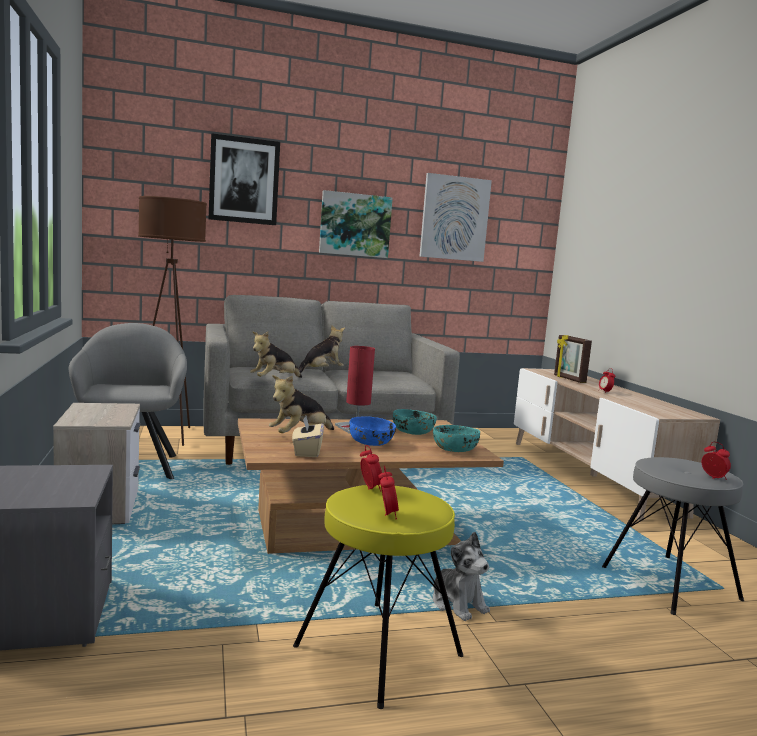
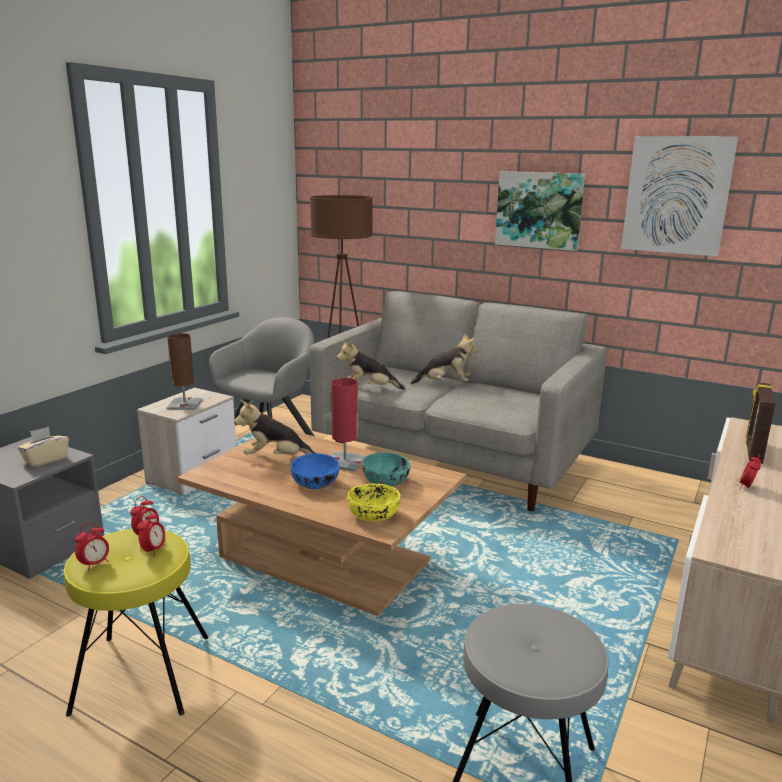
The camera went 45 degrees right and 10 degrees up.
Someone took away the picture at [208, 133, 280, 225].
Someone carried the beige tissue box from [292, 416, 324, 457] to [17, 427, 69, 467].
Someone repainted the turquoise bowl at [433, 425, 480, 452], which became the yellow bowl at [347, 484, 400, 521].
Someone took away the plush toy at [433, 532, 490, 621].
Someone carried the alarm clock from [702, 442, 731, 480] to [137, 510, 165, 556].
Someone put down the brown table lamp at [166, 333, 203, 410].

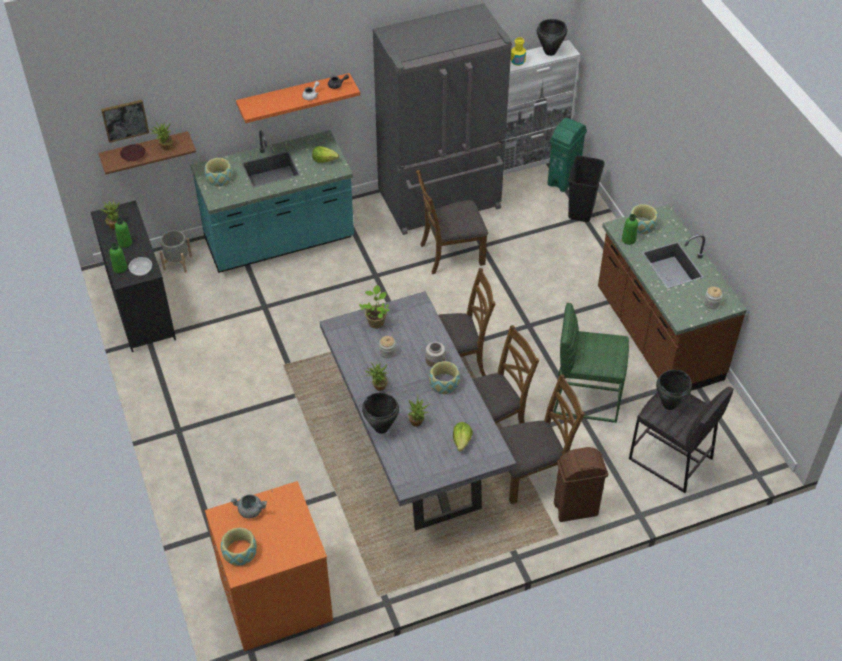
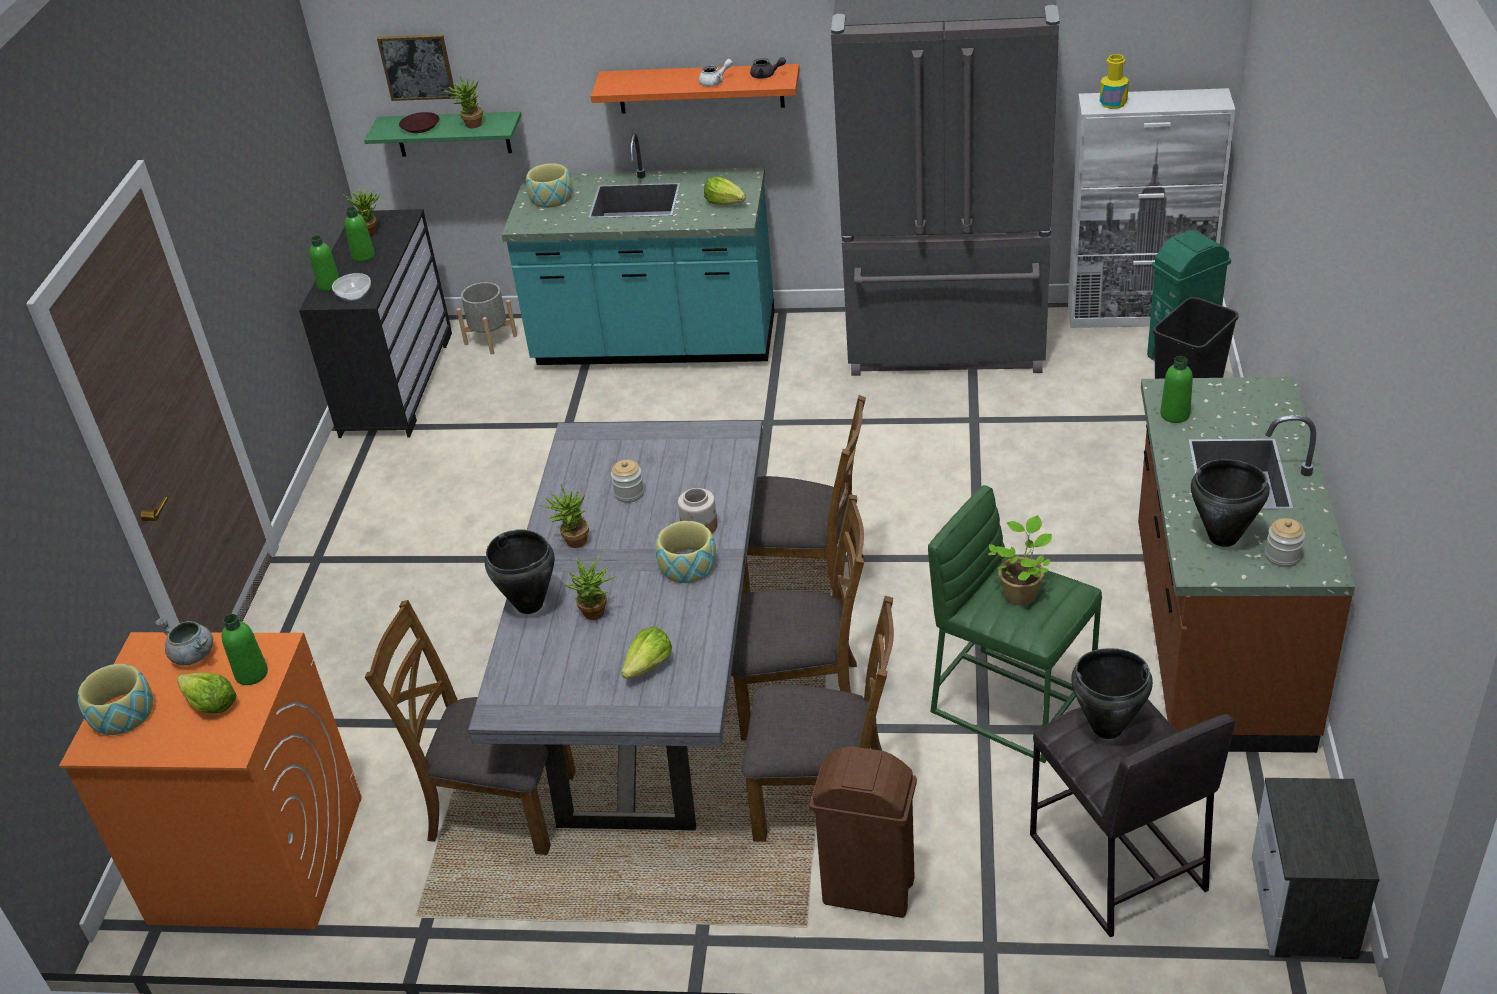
The camera went 30 degrees right and 10 degrees down.
Someone repainted the brown shelf at [98, 131, 196, 175], which became the green shelf at [364, 112, 521, 157].
Someone carried the potted plant from [359, 285, 390, 329] to [988, 515, 1052, 606].
Someone carried the brown chair from [416, 170, 488, 274] to [365, 600, 576, 855].
Someone carried the black cooking pot from [537, 19, 567, 56] to [1191, 459, 1270, 547].
Someone took away the bowl at [629, 204, 658, 234].
Someone put down the lettuce at [177, 673, 236, 714].
Someone put down the green bottle at [221, 614, 268, 685].
Someone put down the nightstand at [1252, 778, 1380, 959].

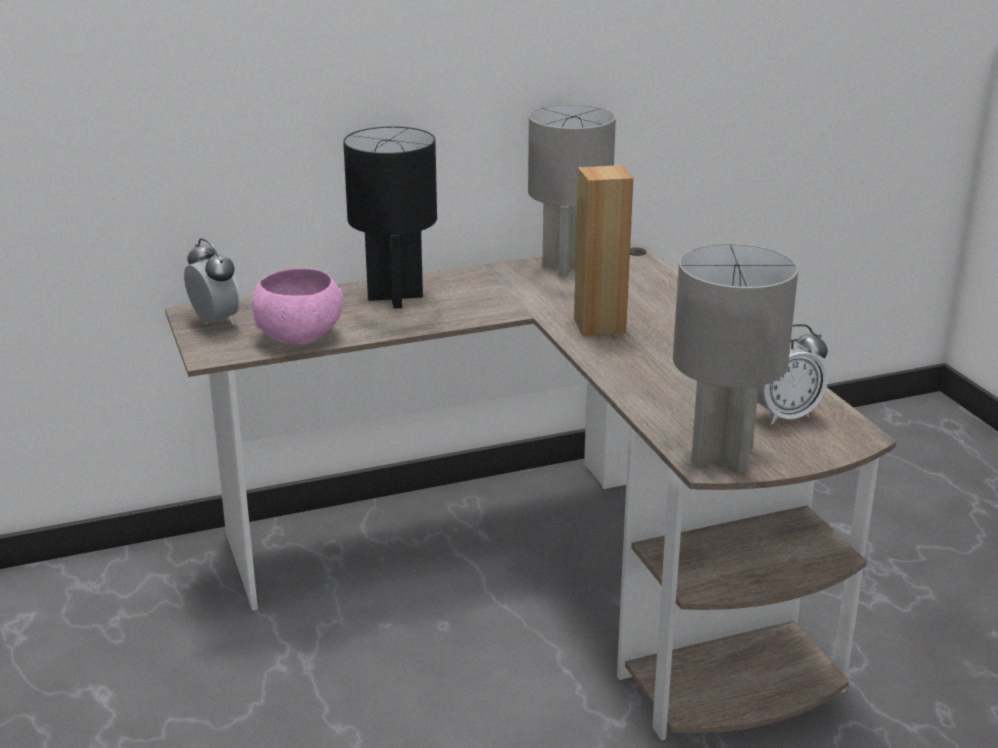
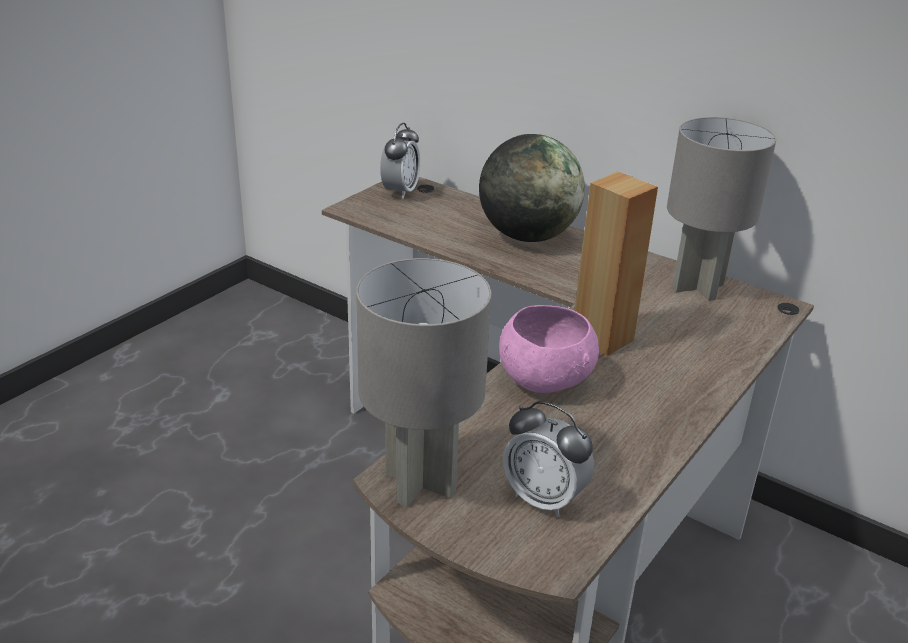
The camera went 55 degrees right and 5 degrees up.
Someone carried the pink bowl from [252, 268, 343, 344] to [499, 305, 599, 393].
Someone swapped the black table lamp at [343, 126, 437, 309] for the globe at [479, 134, 585, 242].

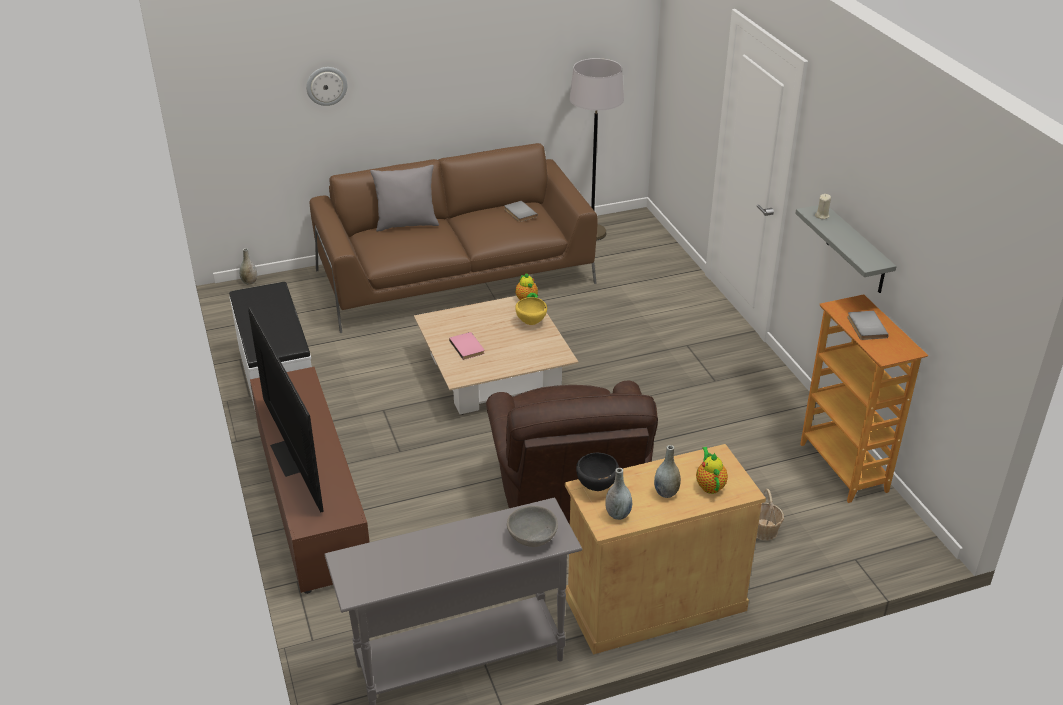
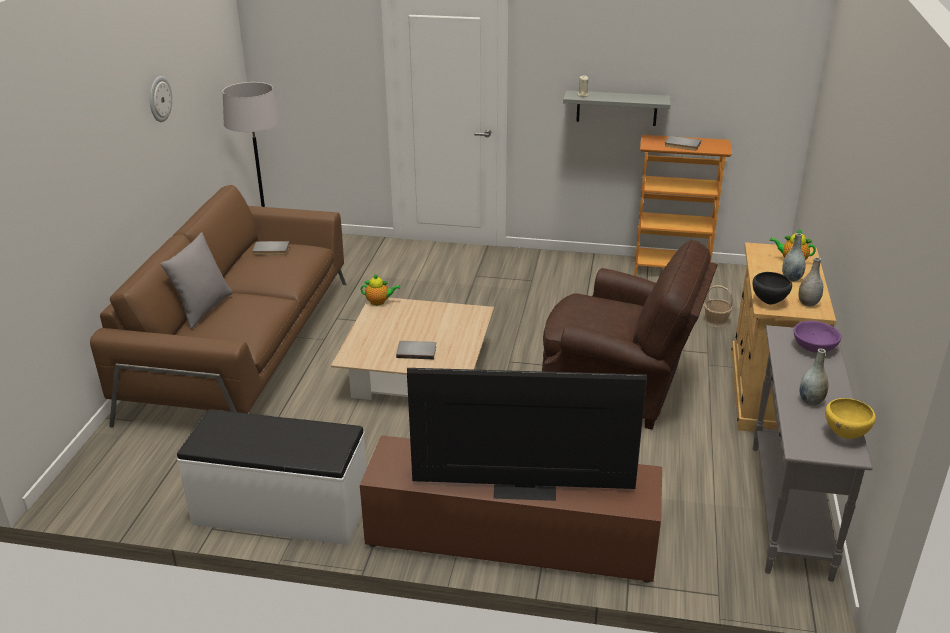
The camera went 60 degrees left and 5 degrees down.
Someone carried the grey vase from [239, 248, 257, 285] to [799, 349, 829, 406].
Someone carried the wall clock from [306, 67, 348, 106] to [150, 76, 172, 122].
Someone repainted the pink book at [449, 332, 485, 360], which became the grey book at [396, 341, 437, 359].
Someone repainted the grey bowl at [507, 506, 558, 547], which became the purple bowl at [794, 321, 841, 353].
Someone carried the yellow bowl from [515, 297, 547, 325] to [825, 398, 876, 439].

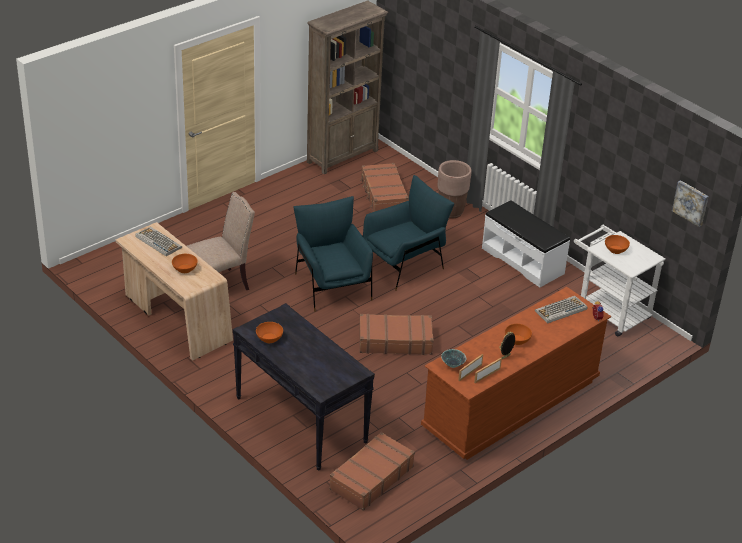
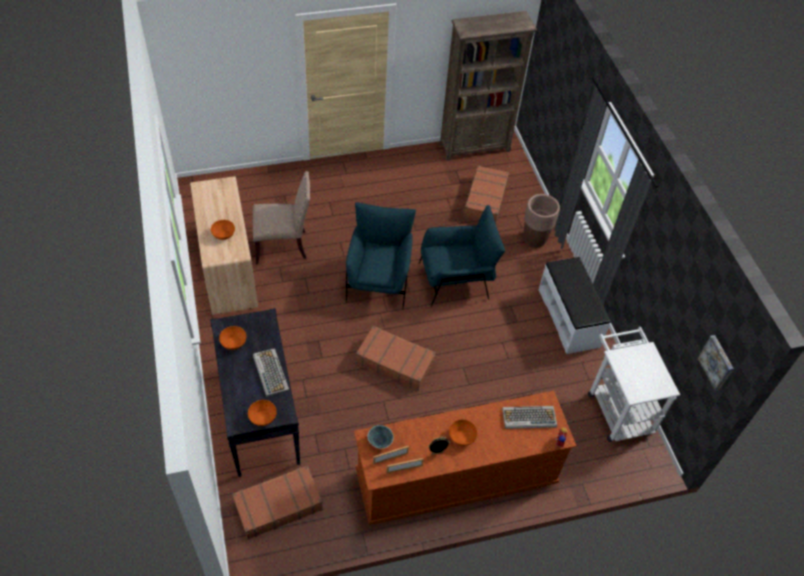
The camera went 25 degrees right and 15 degrees up.
Someone carried the keyboard from [135, 227, 182, 256] to [253, 348, 289, 397].
Someone carried the orange bowl from [605, 235, 630, 254] to [248, 400, 277, 426].

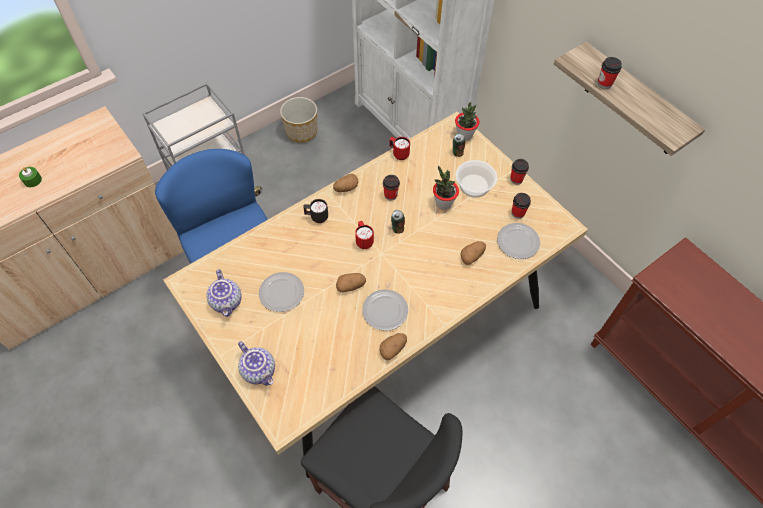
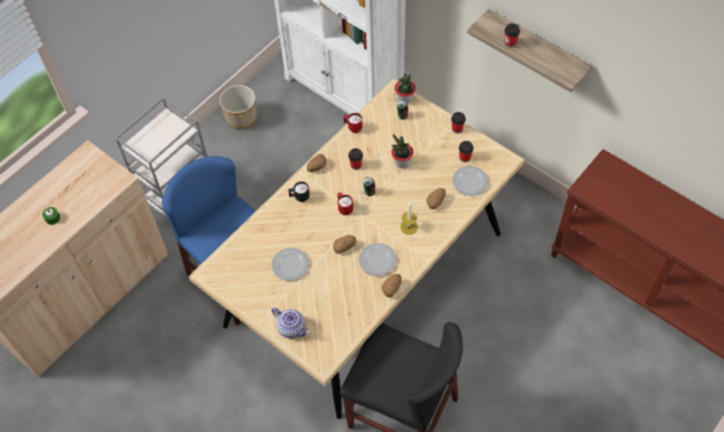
The camera went 10 degrees left and 0 degrees up.
Someone took away the teapot at [206, 269, 242, 317].
Someone took away the bowl at [456, 160, 497, 198].
Someone put down the candle at [400, 202, 418, 235].

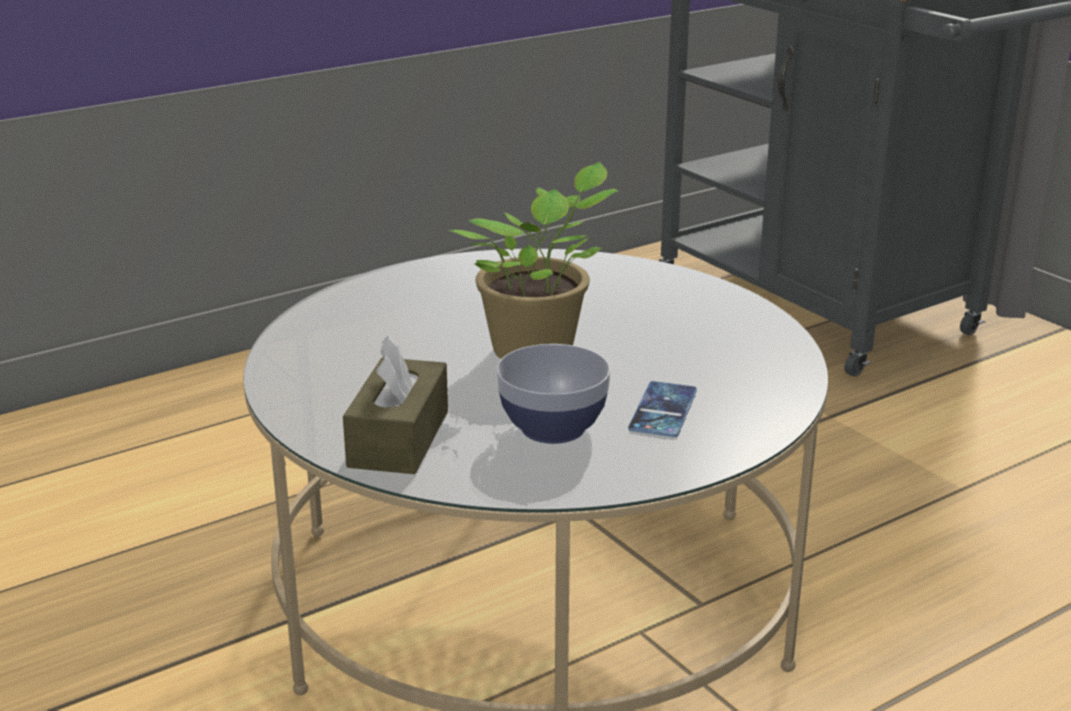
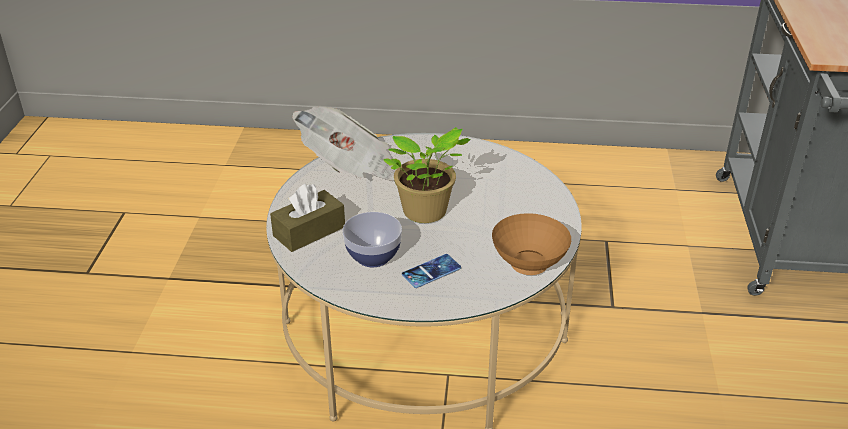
The camera went 40 degrees right and 10 degrees up.
Someone put down the newspaper at [292, 107, 395, 180].
Someone put down the brown bowl at [492, 213, 571, 275].

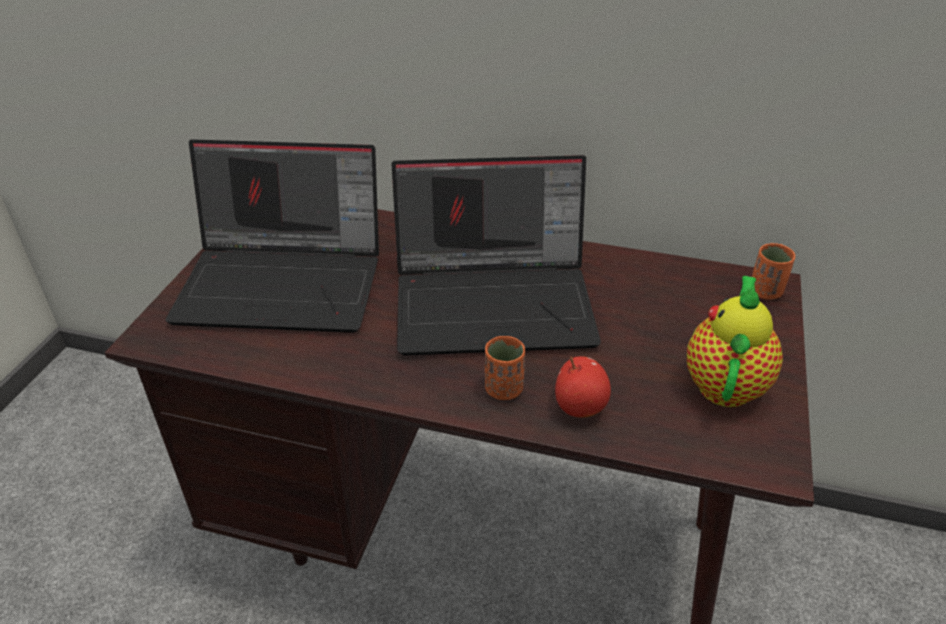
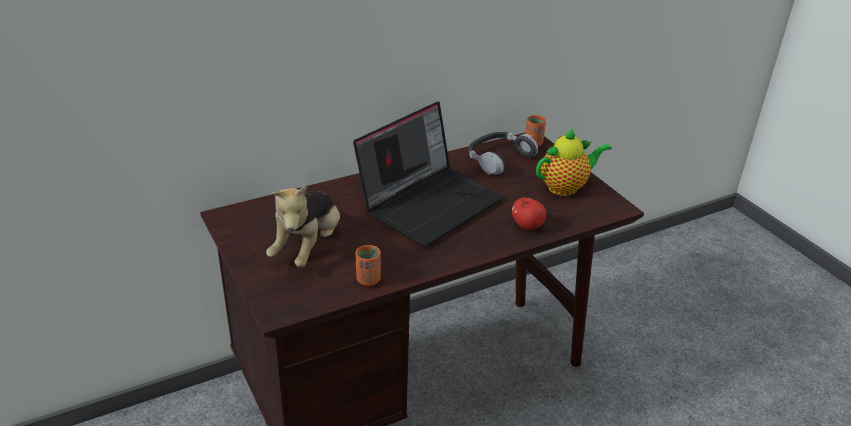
The camera went 45 degrees left and 5 degrees down.
Someone swapped the laptop at [166, 139, 379, 333] for the plush toy at [266, 184, 340, 267].
Someone carried the orange cup from [485, 336, 525, 400] to [356, 245, 381, 286].
Someone rotated the teapot at [687, 276, 783, 407] by 90 degrees clockwise.
Someone put down the headphones at [468, 132, 538, 175].

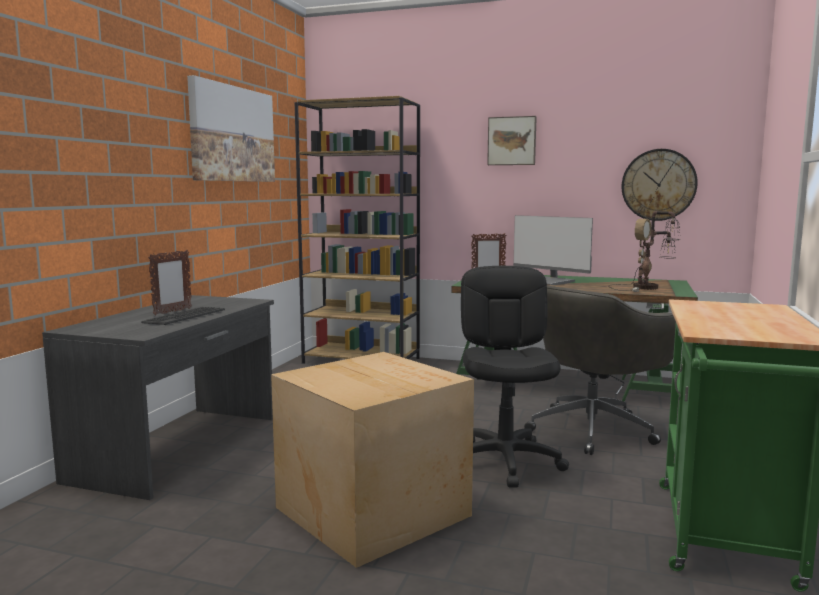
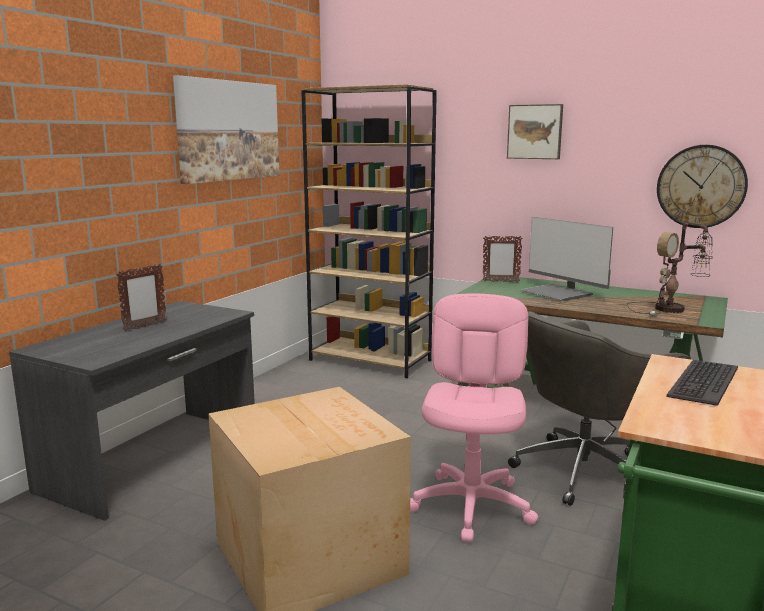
The camera went 10 degrees right and 5 degrees up.
Someone carried the keyboard from [141, 307, 225, 325] to [666, 360, 738, 406].
Someone repainted the black office chair at [461, 266, 569, 487], which became the pink office chair at [410, 294, 538, 542].

